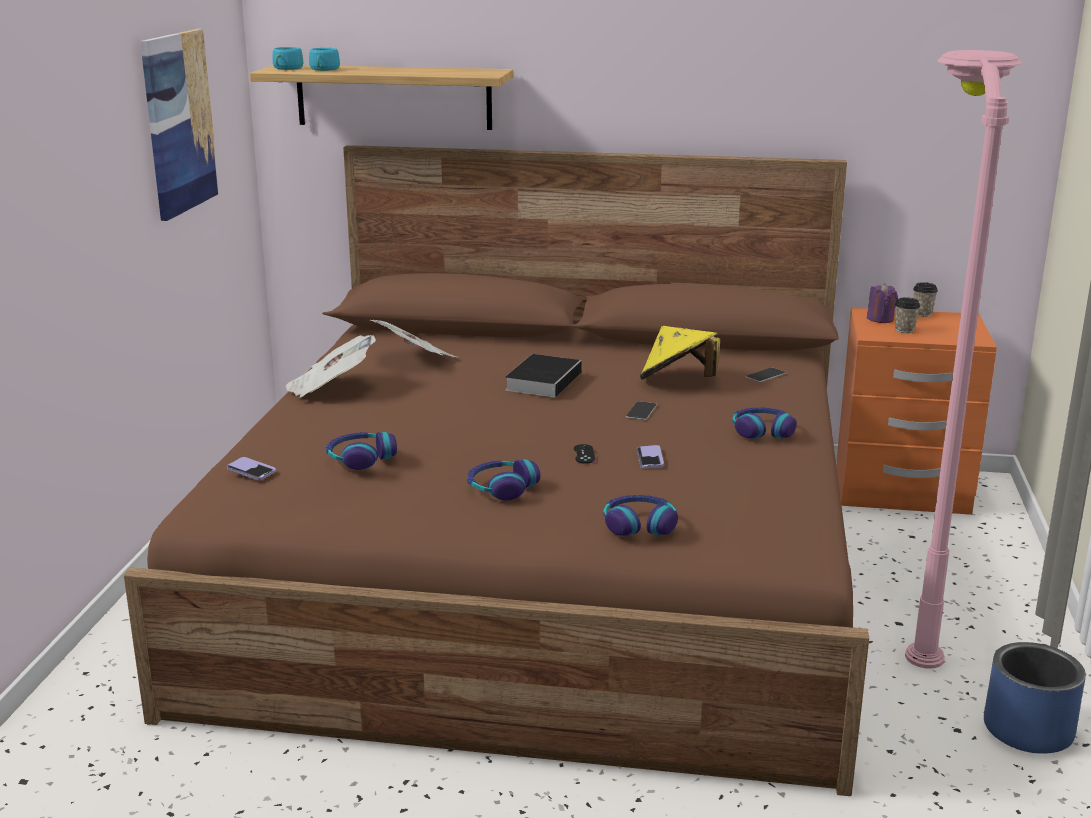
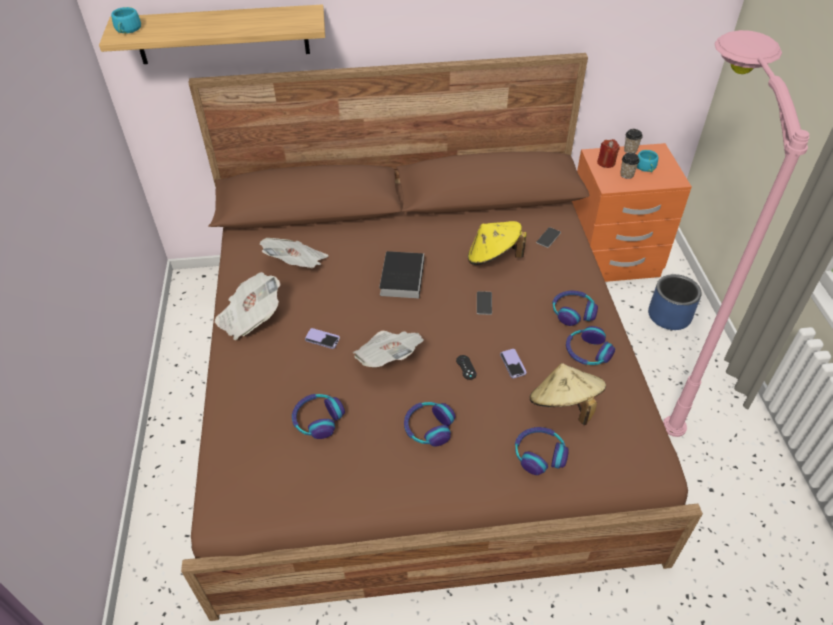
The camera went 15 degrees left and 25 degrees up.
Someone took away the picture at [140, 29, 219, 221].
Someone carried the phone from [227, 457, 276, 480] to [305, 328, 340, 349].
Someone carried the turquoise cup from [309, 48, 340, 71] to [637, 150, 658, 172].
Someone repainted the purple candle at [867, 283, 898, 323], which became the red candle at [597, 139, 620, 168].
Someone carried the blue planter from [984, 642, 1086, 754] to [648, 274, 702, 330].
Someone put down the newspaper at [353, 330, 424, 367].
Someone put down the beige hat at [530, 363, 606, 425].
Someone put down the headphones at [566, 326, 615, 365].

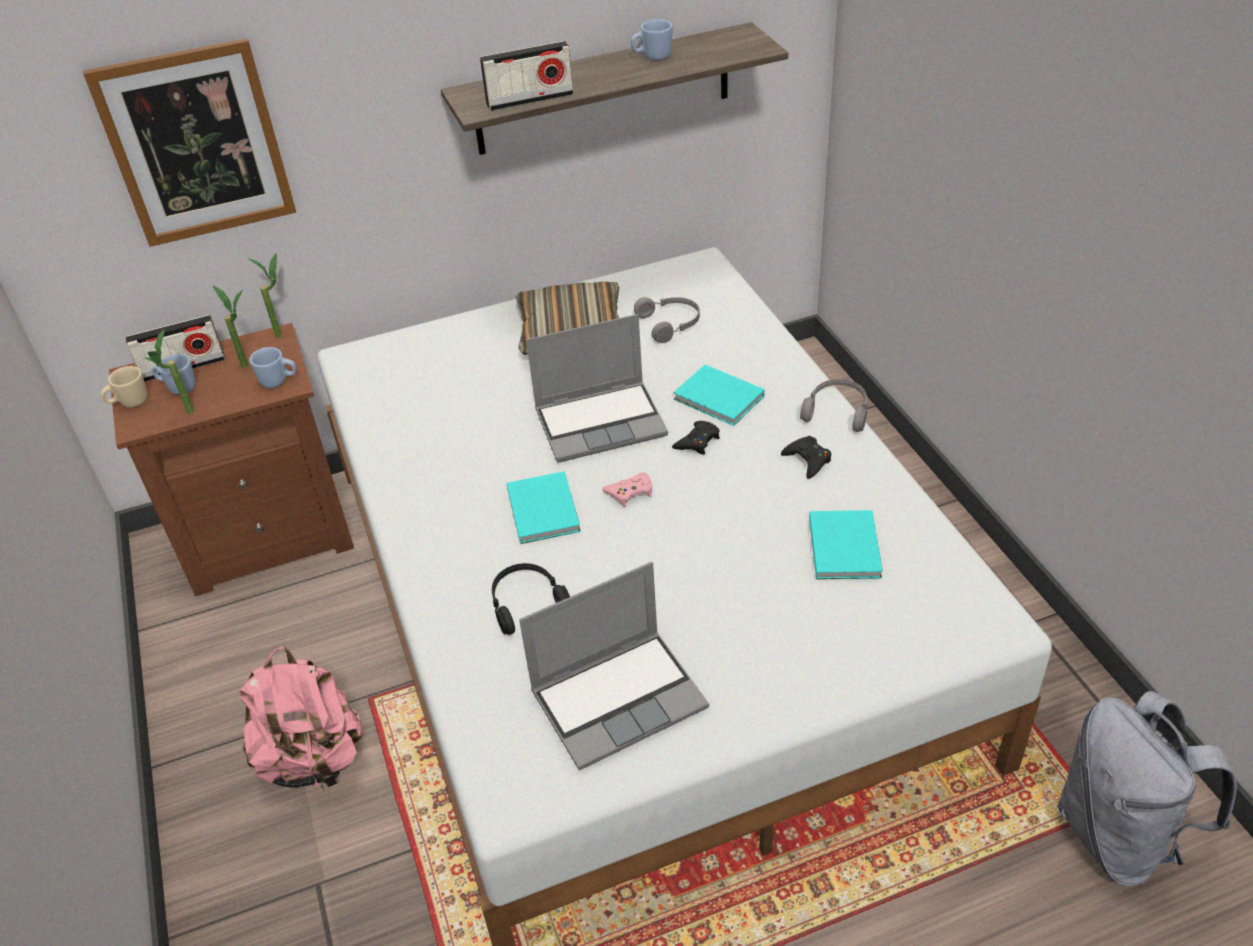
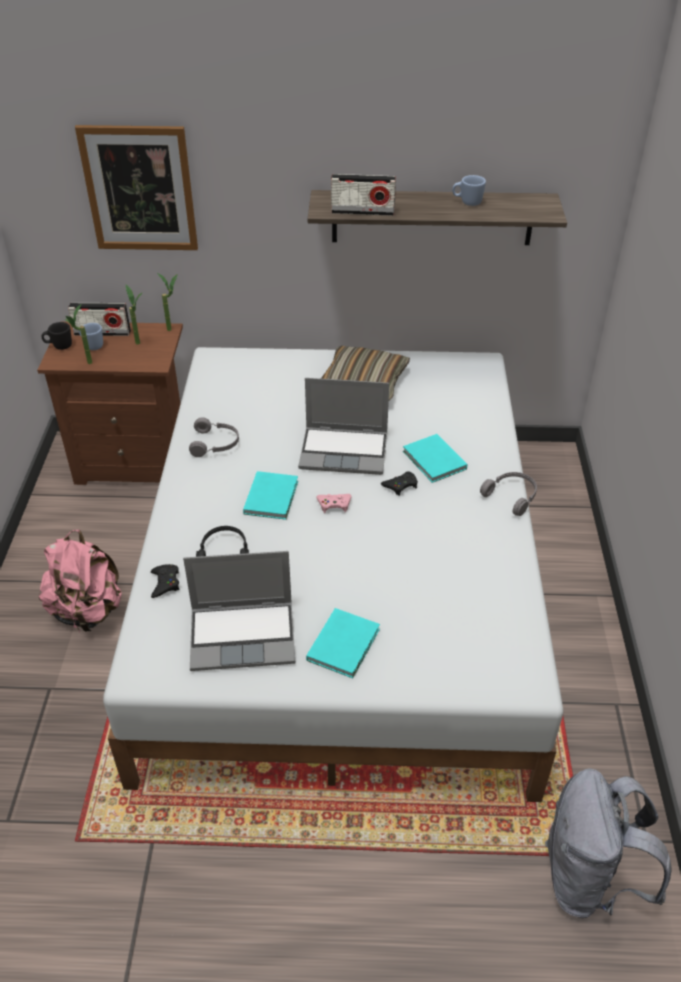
The camera went 20 degrees right and 0 degrees up.
Someone repainted the beige mug at [101, 366, 148, 407], which became the black mug at [41, 322, 72, 350].
Someone took away the blue mug at [249, 347, 296, 388].
Someone carried the grey headphones from [634, 297, 700, 343] to [189, 417, 239, 457].
Someone carried the black game controller from [781, 436, 831, 479] to [151, 564, 180, 598].
Someone carried the turquoise book from [809, 510, 883, 579] to [306, 608, 380, 678].

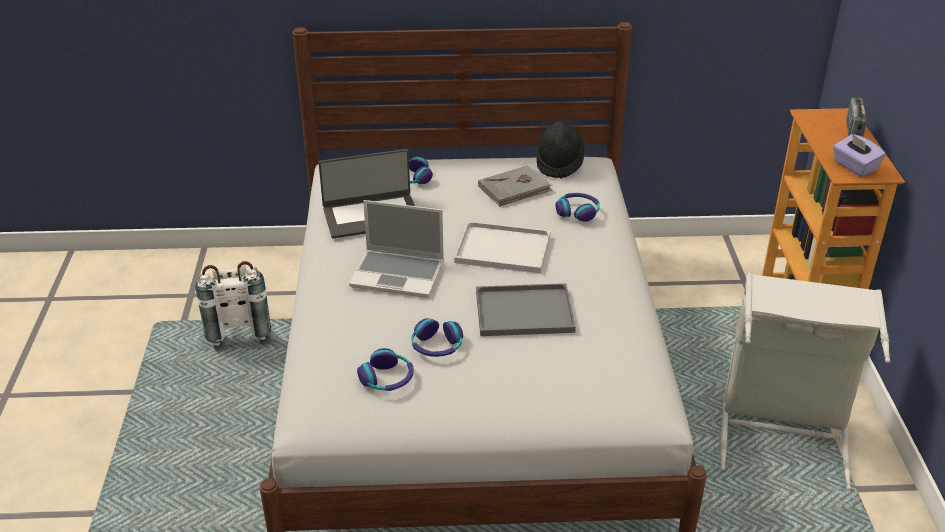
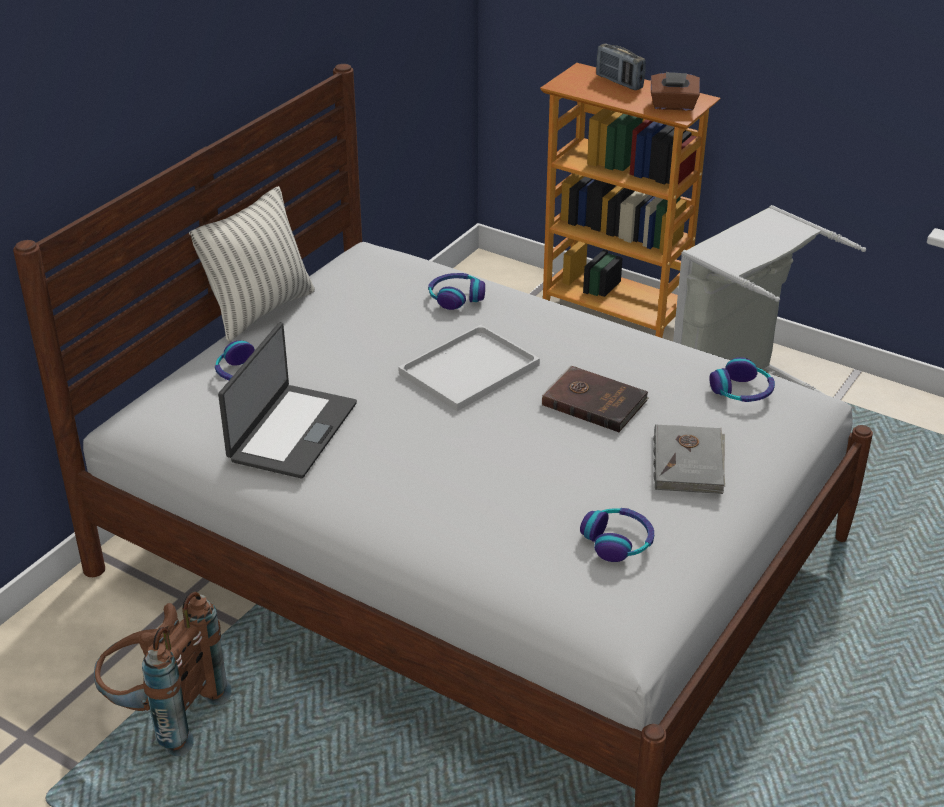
The camera went 55 degrees left and 0 degrees up.
Someone repainted the white backpack at [195, 261, 276, 352], which became the brown backpack at [94, 591, 232, 756].
Someone took away the laptop at [349, 200, 444, 298].
Someone carried the headphones from [411, 318, 463, 357] to [709, 357, 775, 402].
Someone swapped the grey tray at [476, 283, 576, 336] for the brown book at [542, 365, 649, 432].
Someone carried the grey book from [478, 166, 553, 206] to [653, 424, 725, 494].
Someone took away the black hat at [537, 121, 584, 179].
Someone repainted the purple tissue box at [833, 134, 886, 177], which became the brown tissue box at [651, 72, 700, 111].
Someone put down the pillow at [189, 186, 315, 342].

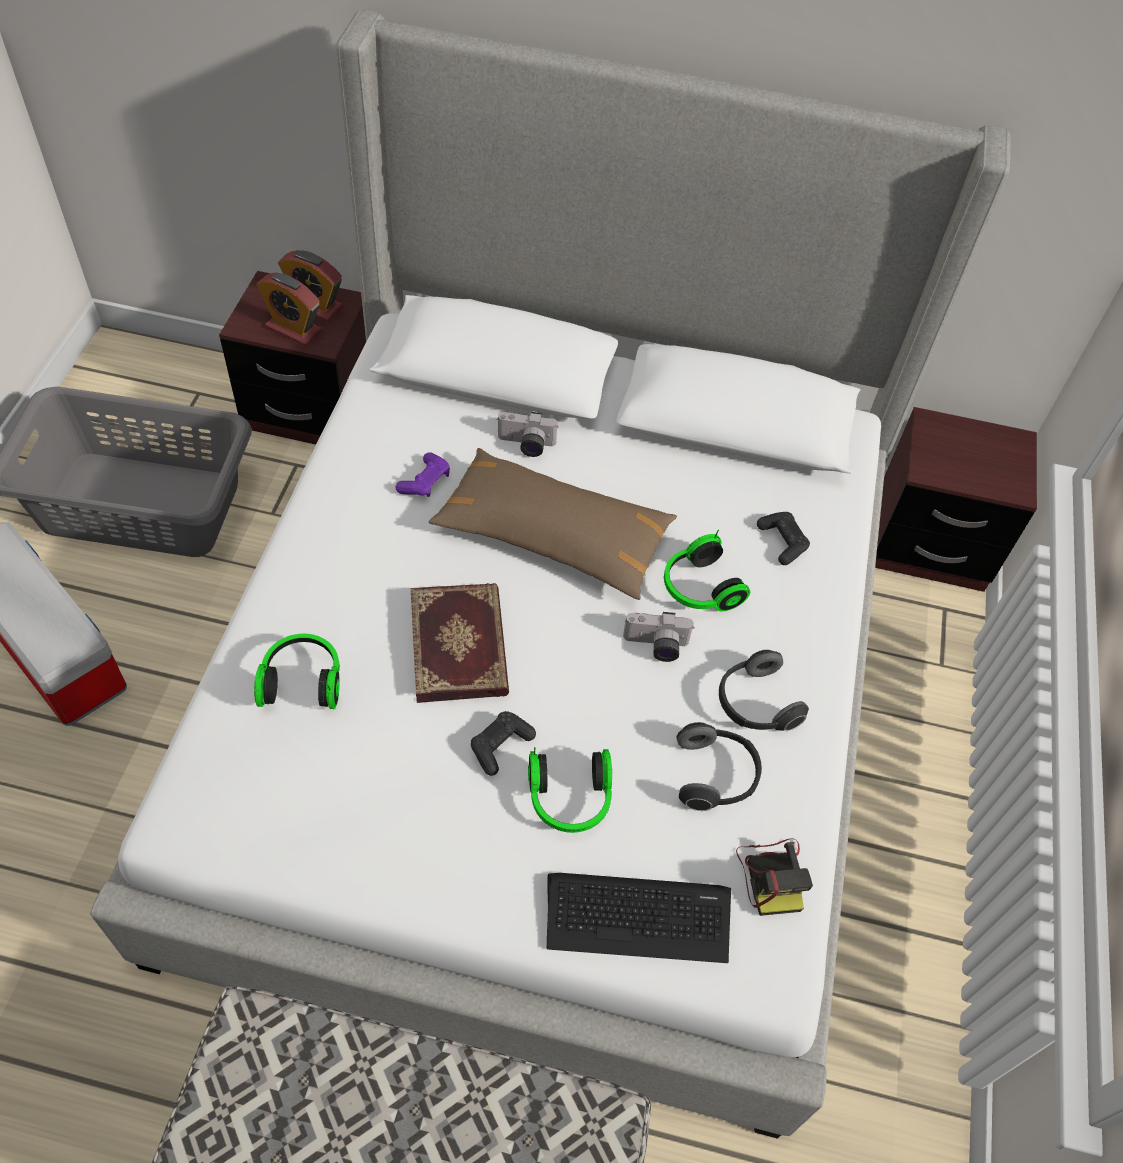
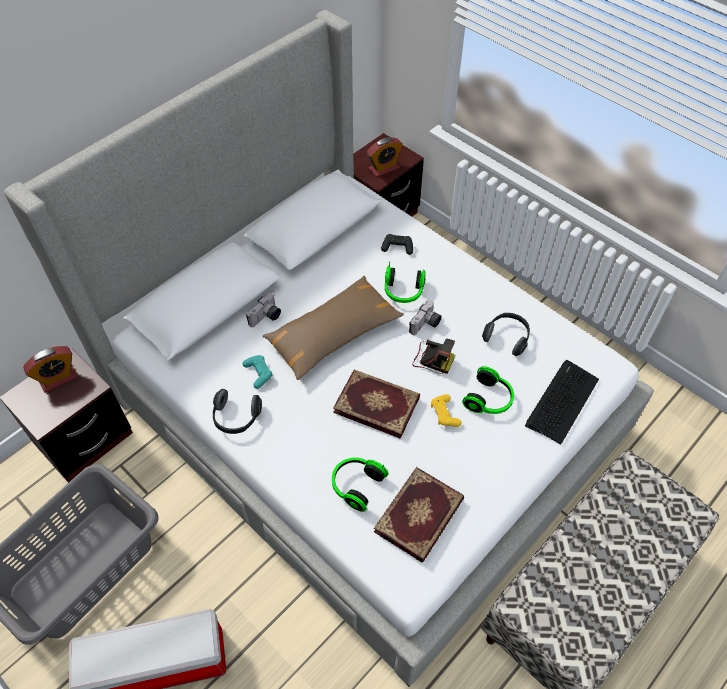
The camera went 55 degrees left and 0 degrees up.
Someone carried the alarm clock from [256, 273, 322, 346] to [367, 137, 403, 177].
Someone repainted the purple game controller at [396, 452, 450, 497], which became the turquoise game controller at [243, 355, 272, 389].
Someone repainted the black game controller at [471, 711, 536, 776], which became the yellow game controller at [431, 394, 462, 427].
Someone carried the headphones from [719, 650, 809, 731] to [213, 389, 262, 434].
Someone carried the photo camera from [736, 838, 813, 916] to [412, 339, 455, 374].
Someone put down the book at [374, 467, 464, 562].

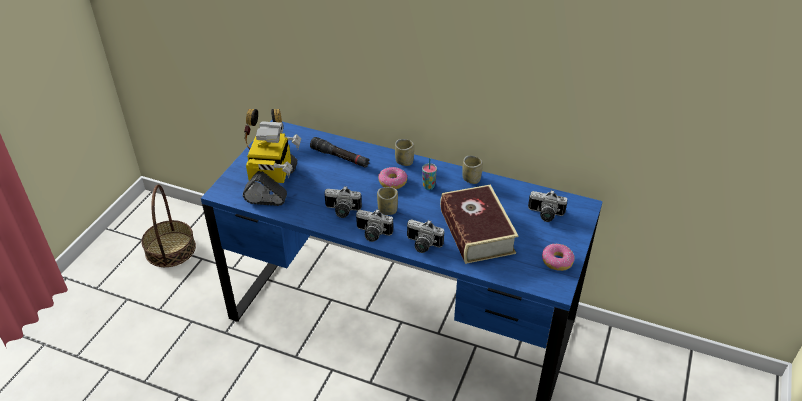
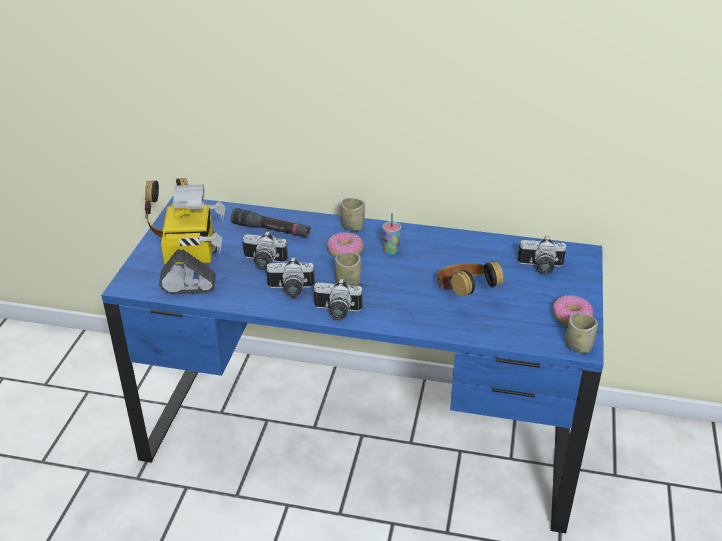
The camera went 10 degrees left and 5 degrees down.
Someone took away the basket at [141, 184, 196, 267].
Someone carried the photo camera from [407, 219, 444, 253] to [243, 231, 288, 269].
Someone swapped the book at [440, 185, 518, 264] for the headphones at [437, 261, 504, 297].
Someone carried the cup from [462, 156, 483, 184] to [566, 313, 598, 354].

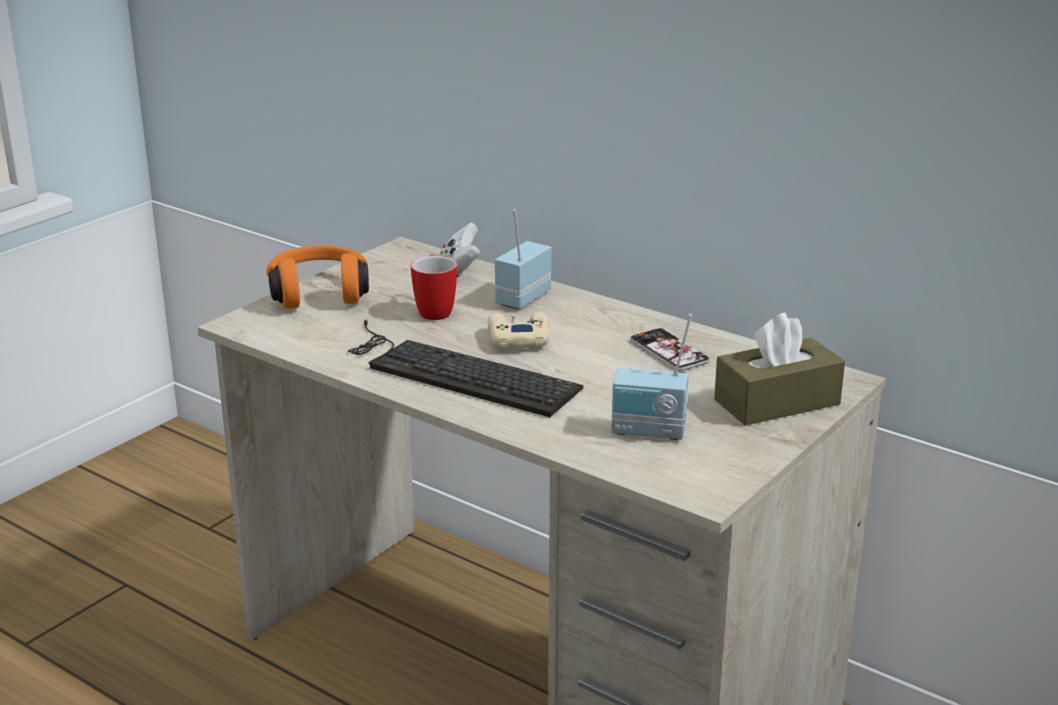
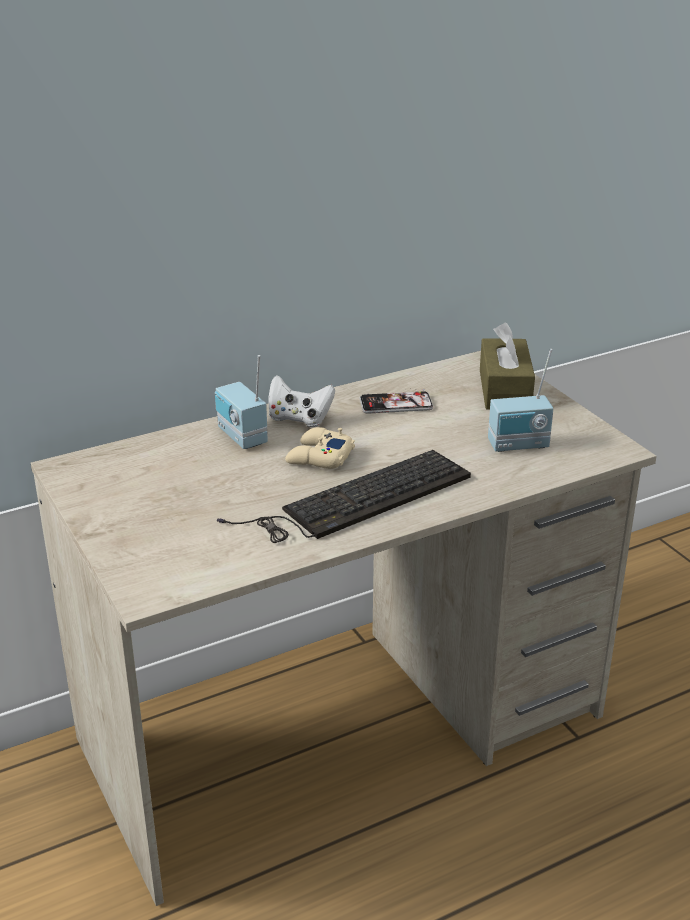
The camera went 65 degrees left and 5 degrees up.
Someone took away the orange headphones at [266, 245, 369, 309].
Someone took away the mug at [411, 255, 457, 320].
Someone carried the white game controller from [440, 223, 480, 278] to [268, 375, 335, 427].
Someone rotated the radio at [611, 314, 692, 440] by 45 degrees clockwise.

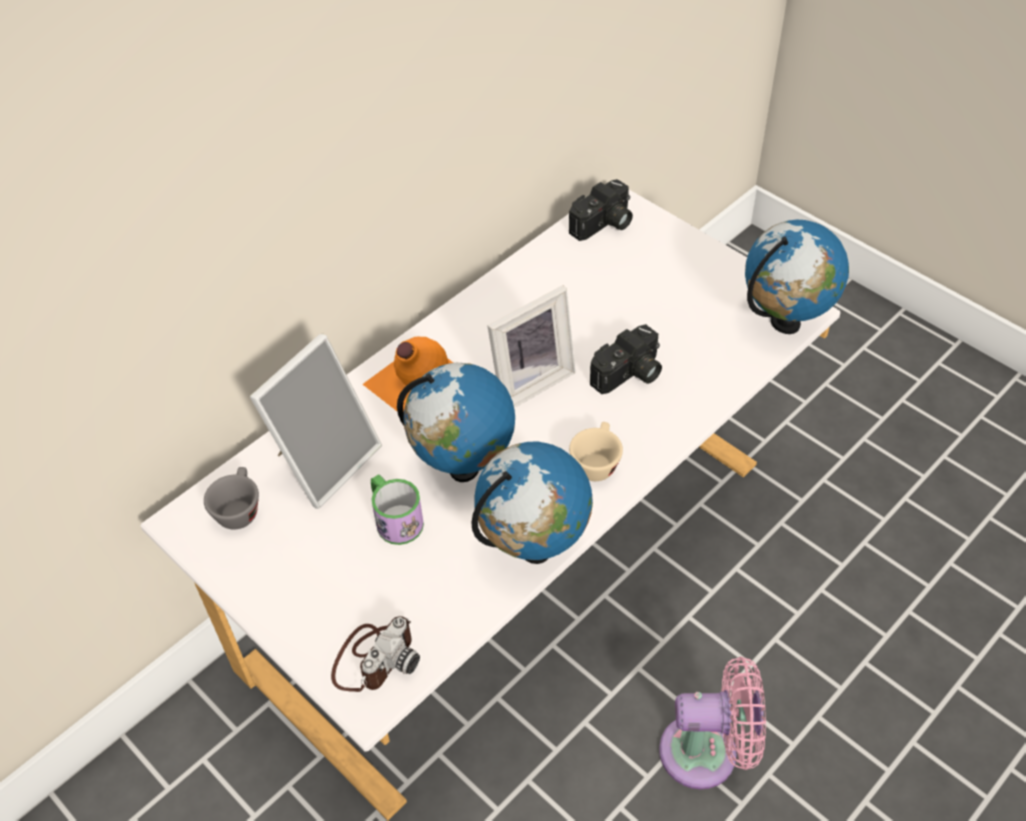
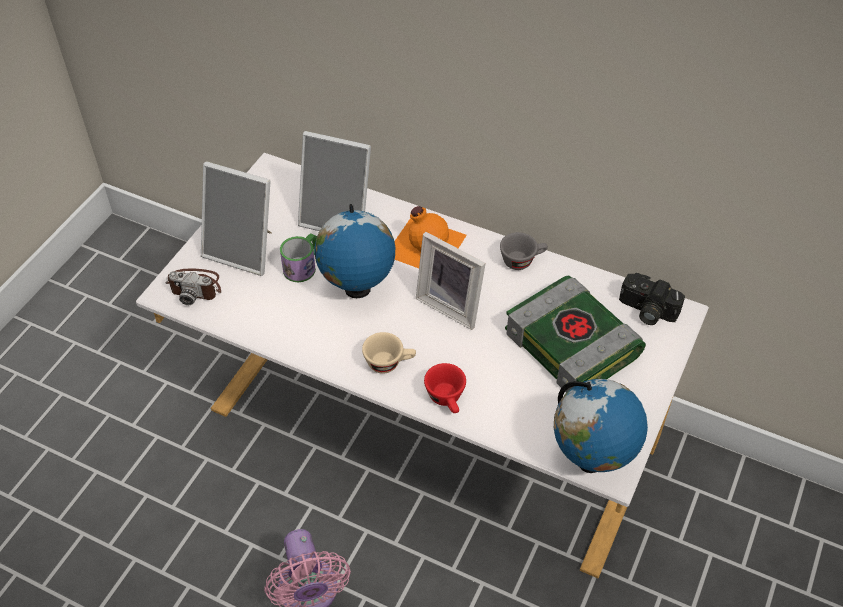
The camera went 70 degrees right and 0 degrees up.
Someone carried the grey cup from [204, 467, 259, 530] to [500, 232, 548, 270].
Someone took away the globe at [471, 442, 593, 564].
Someone took away the photo camera at [590, 324, 662, 394].
Someone put down the picture frame at [201, 161, 271, 276].
Someone put down the red cup at [424, 363, 466, 413].
Someone put down the book at [505, 276, 646, 393].

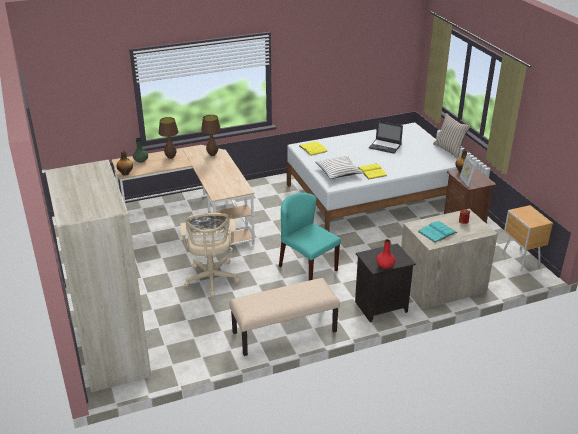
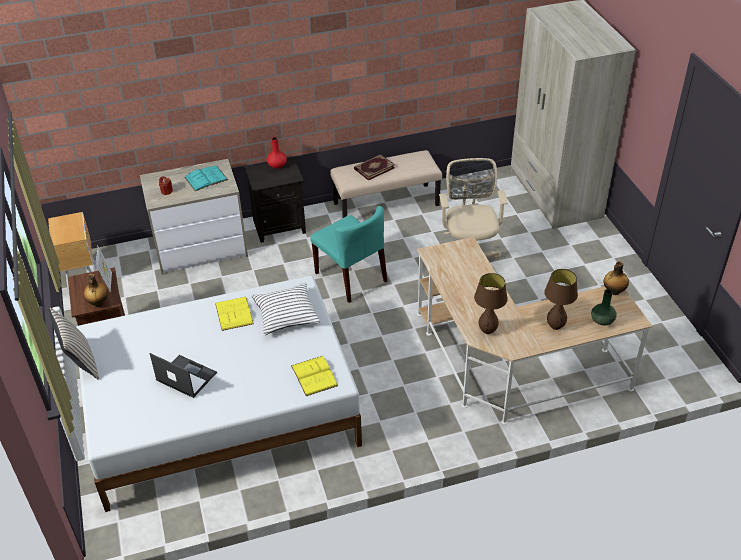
The camera went 175 degrees left and 10 degrees up.
Someone put down the book at [354, 154, 395, 180].

